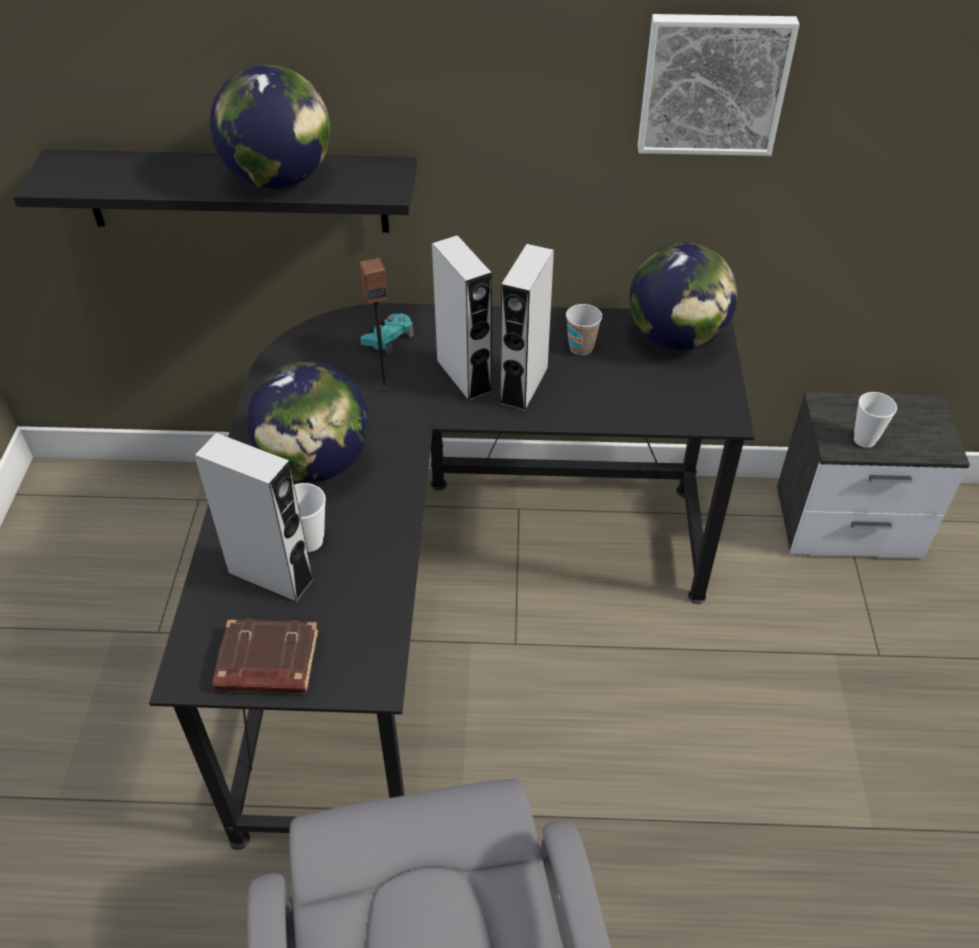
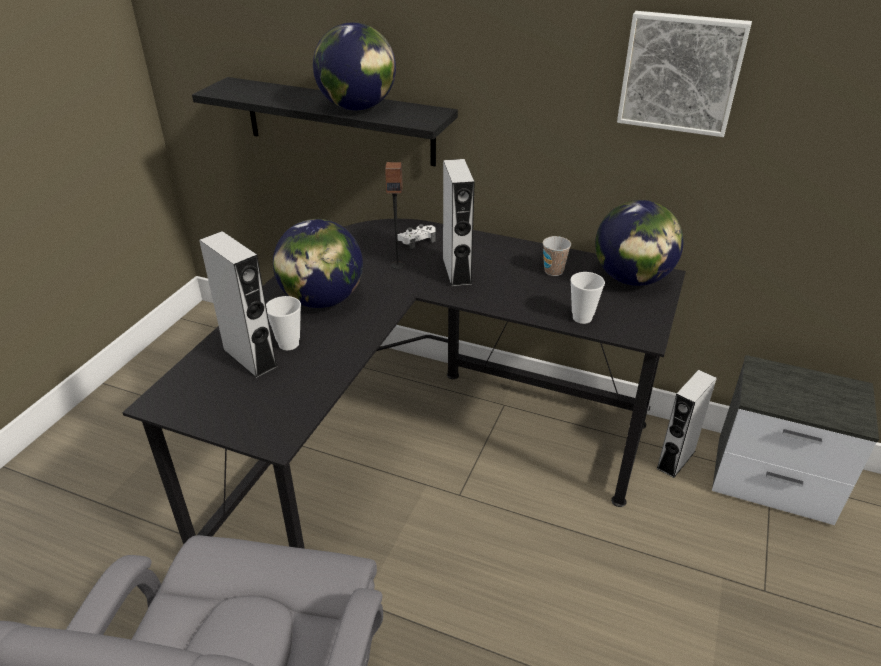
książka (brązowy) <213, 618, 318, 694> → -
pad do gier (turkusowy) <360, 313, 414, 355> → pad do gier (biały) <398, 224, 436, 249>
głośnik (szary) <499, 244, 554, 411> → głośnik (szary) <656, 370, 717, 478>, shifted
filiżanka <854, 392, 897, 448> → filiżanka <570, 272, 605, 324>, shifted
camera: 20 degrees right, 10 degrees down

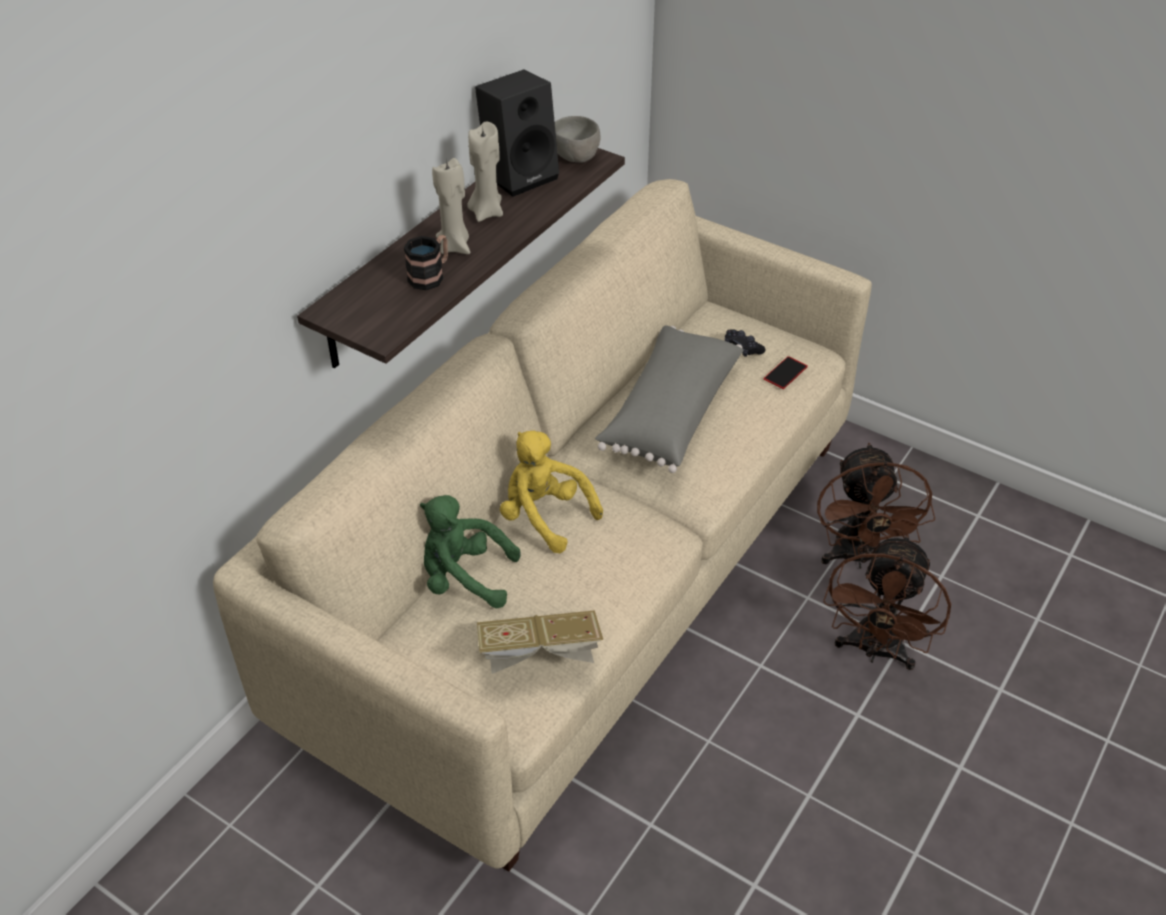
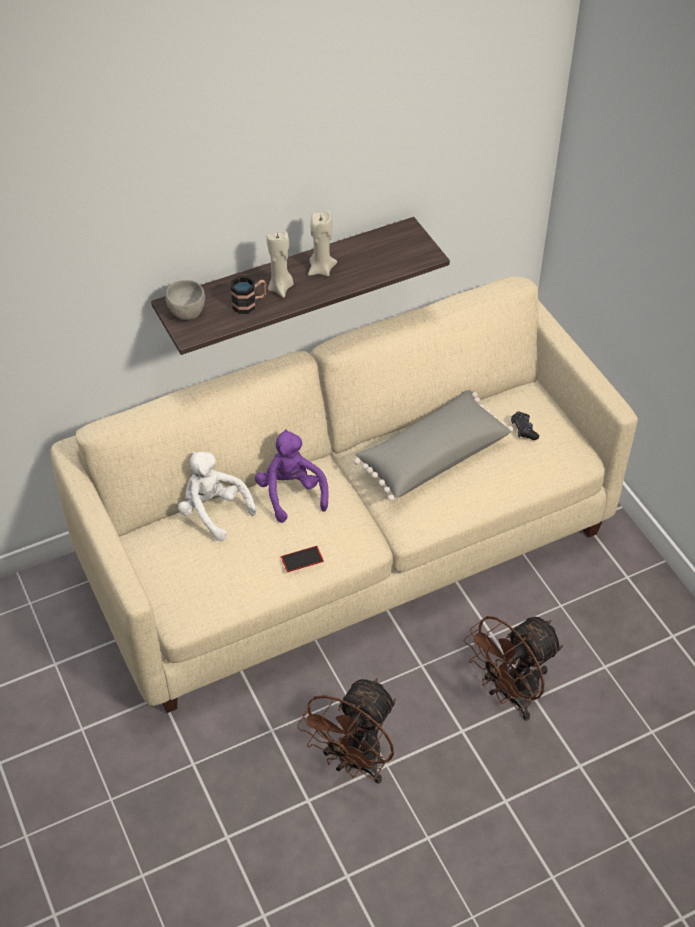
pluszak (zielony) <420, 495, 521, 609> → pluszak (biały) <178, 451, 256, 541>
głośnik (czarny) <475, 70, 559, 197> → -
książka <477, 610, 603, 674> → -
pluszak (żółty) <500, 430, 603, 553> → pluszak (fioletowy) <255, 429, 329, 523>
miska (szary) <555, 116, 600, 163> → miska (szary) <165, 280, 205, 320>, shifted
telefon <764, 356, 808, 389> → telefon <281, 546, 324, 572>, shifted
wentylator (brązowy) <817, 443, 935, 569> → wentylator (brązowy) <297, 678, 396, 784>, shifted
camera: 30 degrees right, 5 degrees up

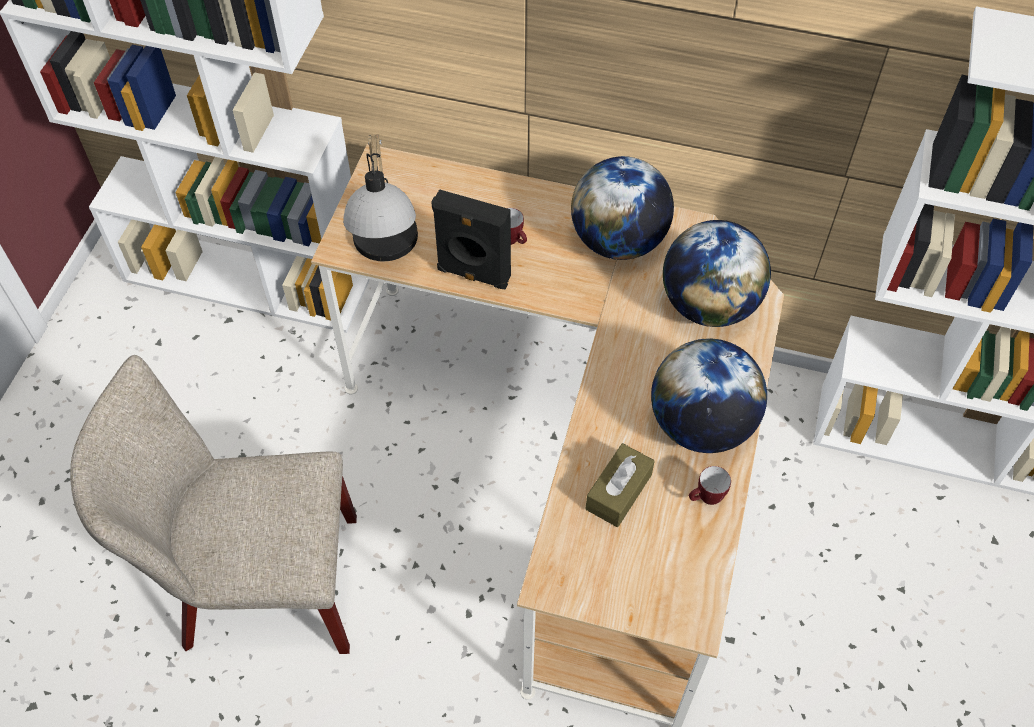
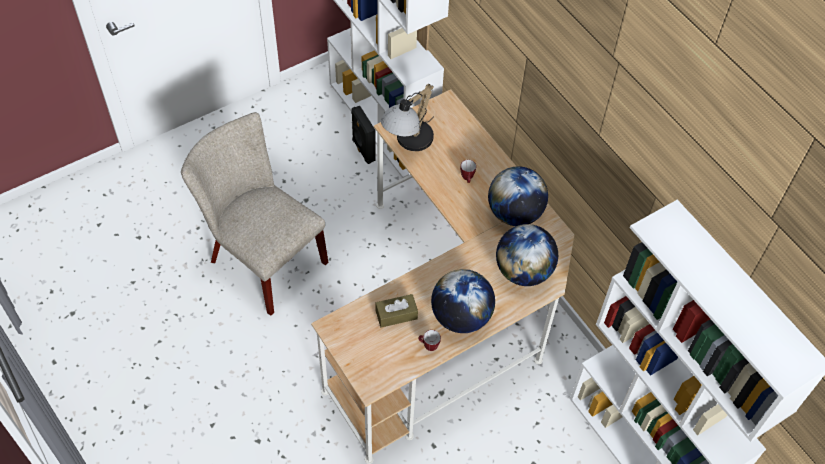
głośnik (czarny) <431, 189, 511, 289> → głośnik (czarny) <351, 106, 376, 164>, shifted
camera: 40 degrees right, 0 degrees up

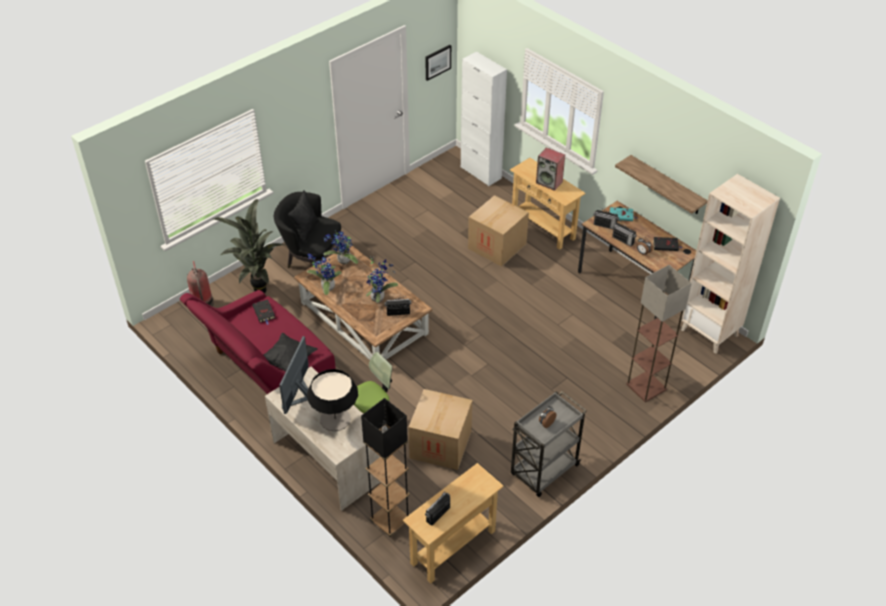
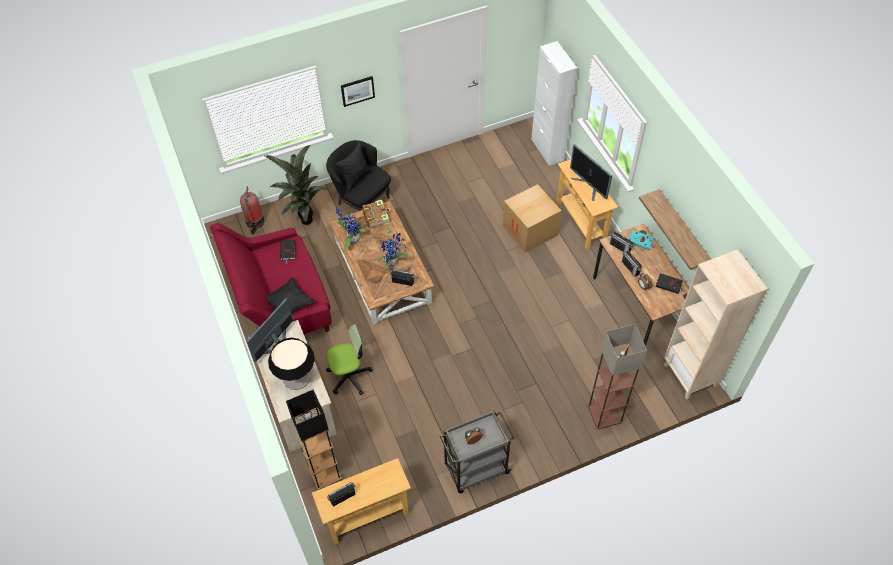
roślina doniczkowa <323, 230, 358, 264> → książka <362, 200, 390, 228>
karton <408, 389, 472, 470> → -
obraz <425, 45, 451, 81> → obraz <341, 76, 375, 107>, shifted
głośnik <536, 147, 565, 191> → monitor <570, 144, 612, 201>
camera: 20 degrees right, 10 degrees up

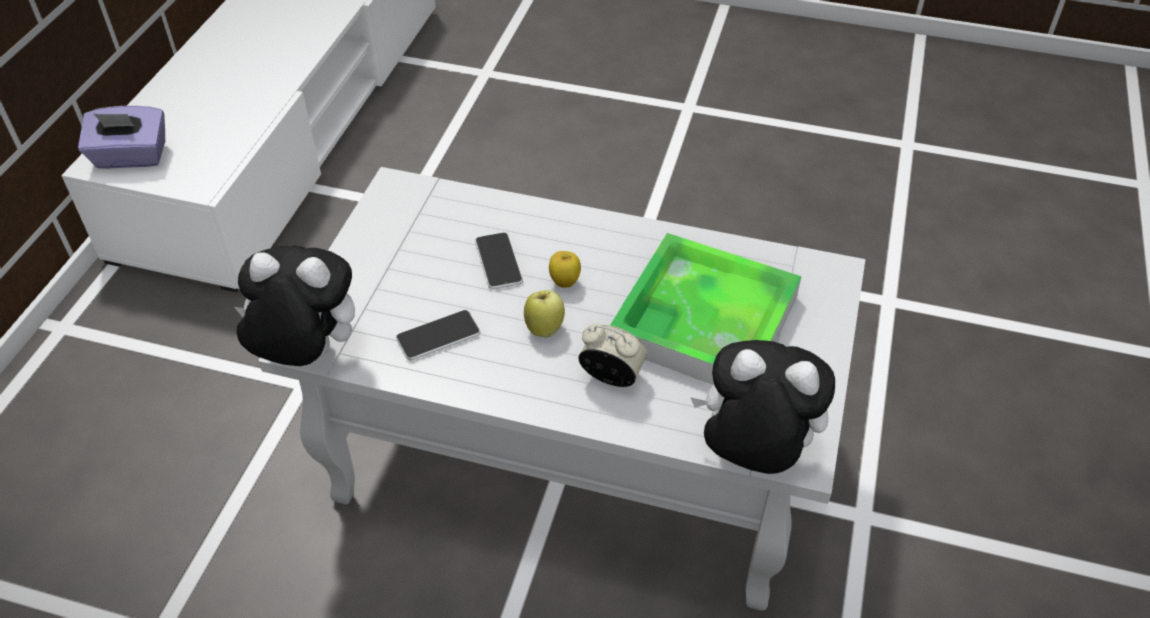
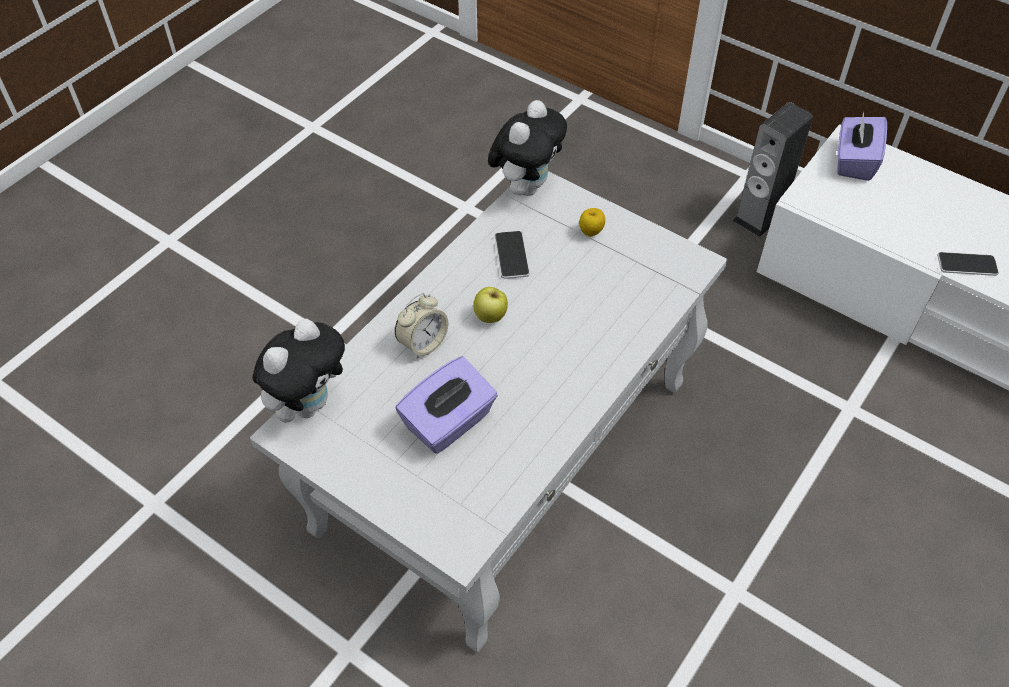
telefon <475, 232, 523, 289> → telefon <937, 252, 999, 276>, shifted
jabłko <549, 251, 581, 288> → jabłko <579, 208, 605, 237>, shifted
taca <610, 233, 802, 384> → pudełko chusteczek (fioletowy) <396, 356, 498, 454>
- → głośnik <732, 102, 813, 237>
camera: 110 degrees right, 5 degrees up

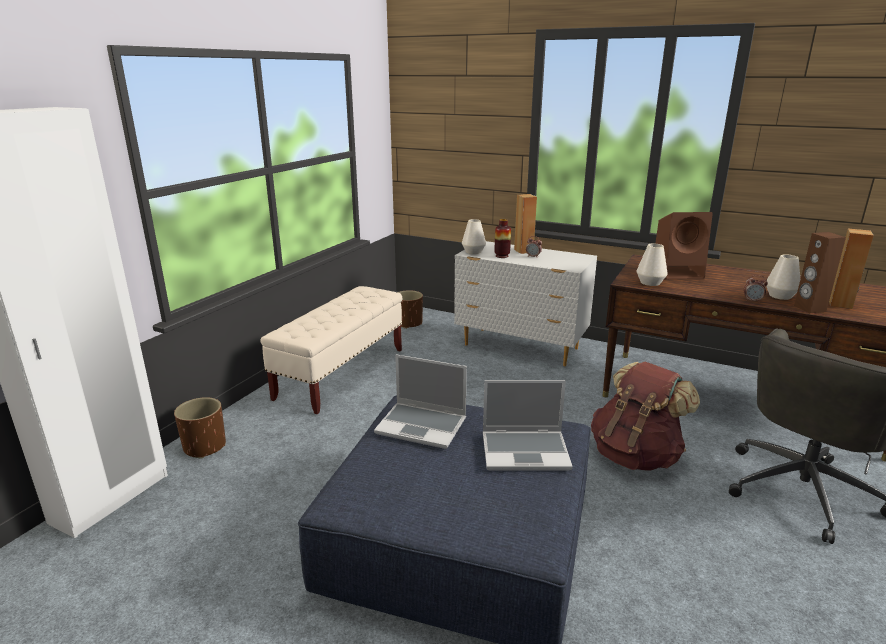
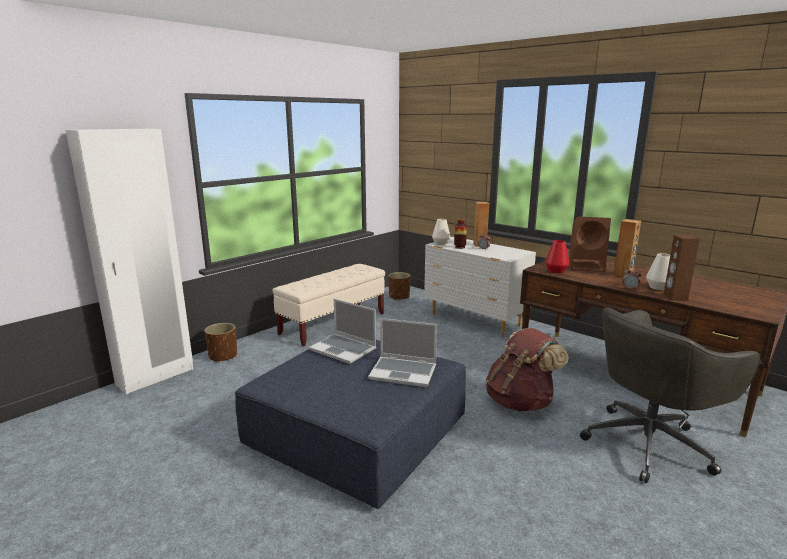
wazon (biały) <636, 244, 668, 286> → wazon (czerwony) <545, 240, 570, 273>
głośnik (brązowy) <829, 229, 874, 309> → głośnik (brązowy) <614, 219, 641, 277>, shifted
camera: 15 degrees right, 5 degrees down

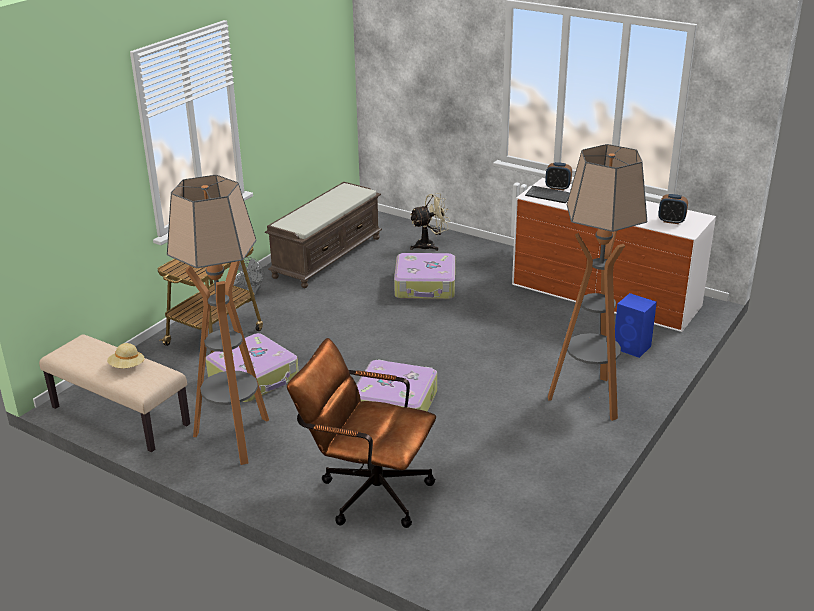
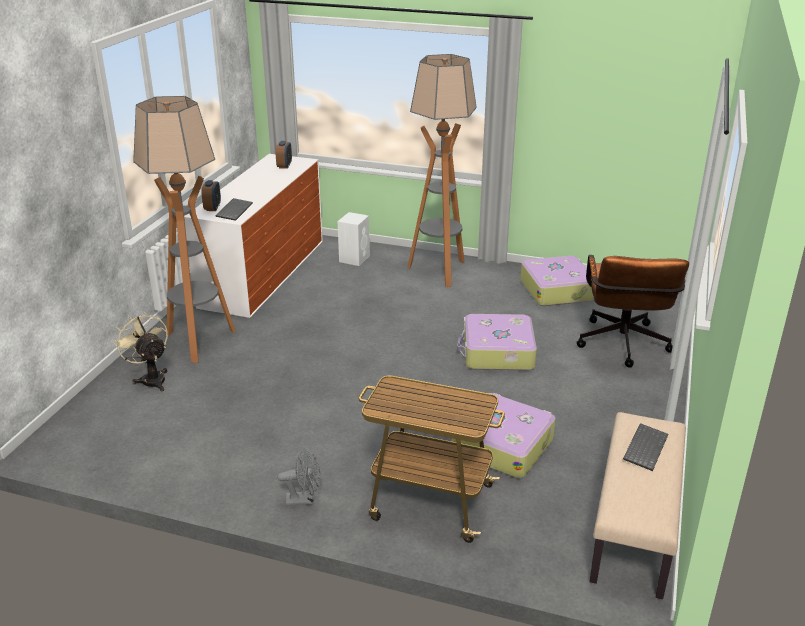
kapelusz (beżowy) <107, 343, 145, 368> → klawiatura <623, 423, 668, 471>
lampa stojąca <167, 175, 269, 465> → lampa stojąca <133, 96, 236, 363>, shifted
ławka (brązowy) <265, 182, 382, 288> → -
walizka <394, 253, 455, 299> → walizka <520, 256, 594, 306>, shifted
głośnik (niebieski) <615, 293, 657, 358> → głośnik (biały) <337, 212, 370, 266>
camera: 105 degrees left, 0 degrees up

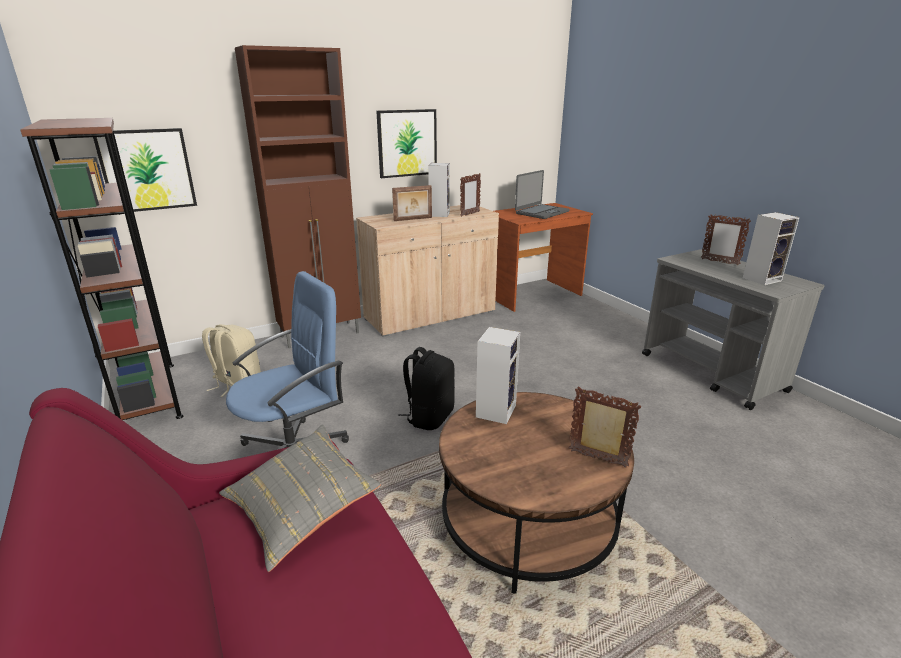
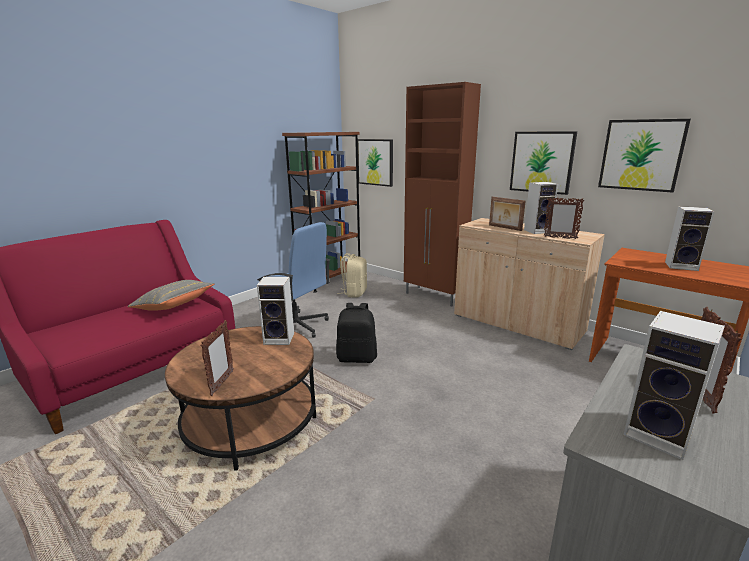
laptop <515, 170, 570, 219> → głośnik <665, 206, 714, 271>
- → obraz <598, 119, 691, 193>
camera: 70 degrees right, 5 degrees down

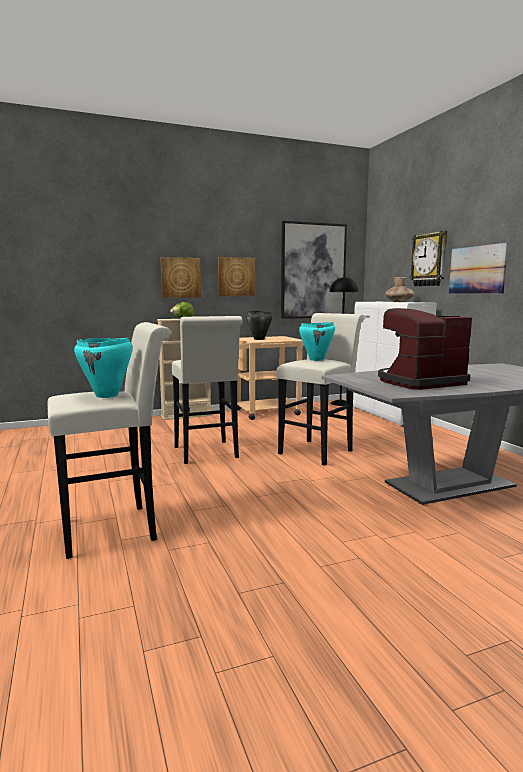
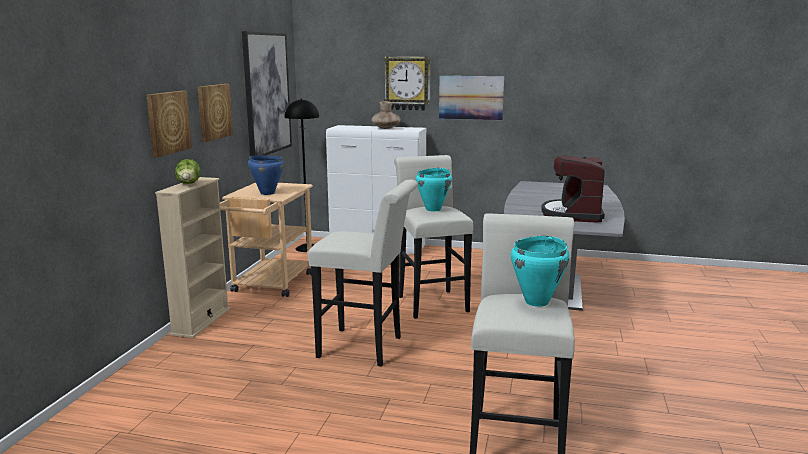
garnek (czarny) <246, 310, 272, 340> → garnek (niebieski) <248, 155, 284, 195>
camera: 55 degrees left, 5 degrees up

